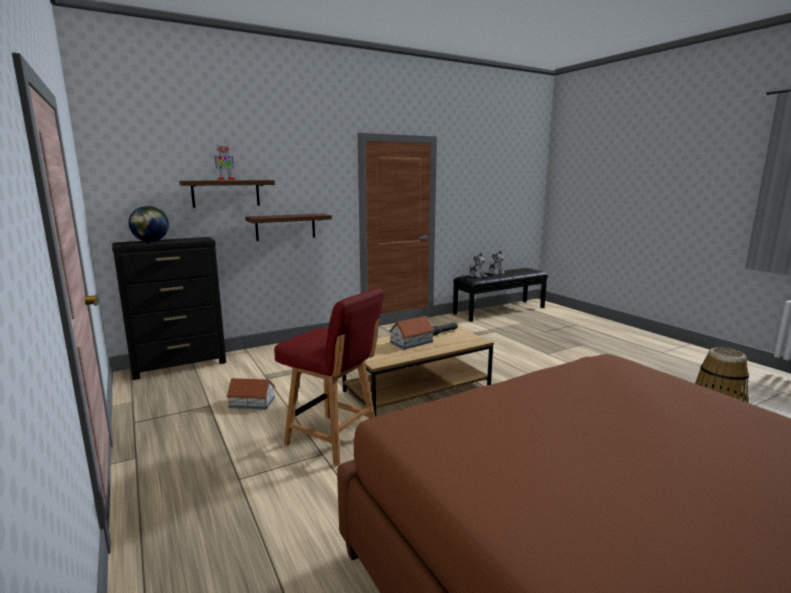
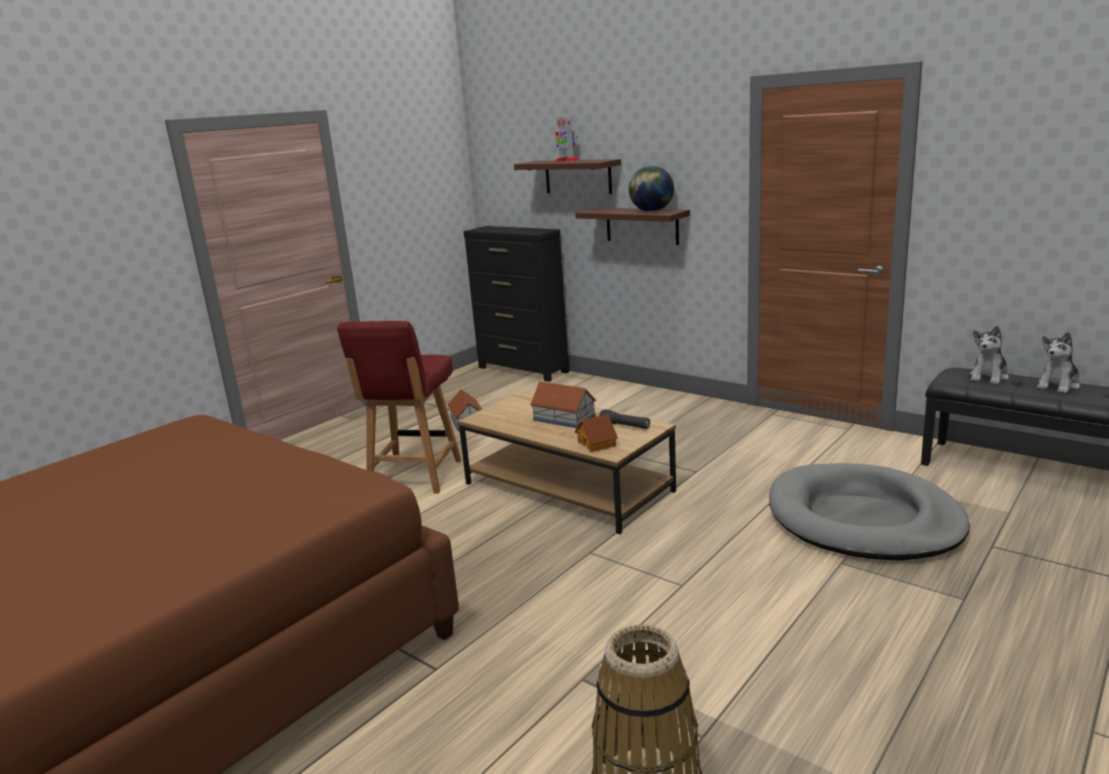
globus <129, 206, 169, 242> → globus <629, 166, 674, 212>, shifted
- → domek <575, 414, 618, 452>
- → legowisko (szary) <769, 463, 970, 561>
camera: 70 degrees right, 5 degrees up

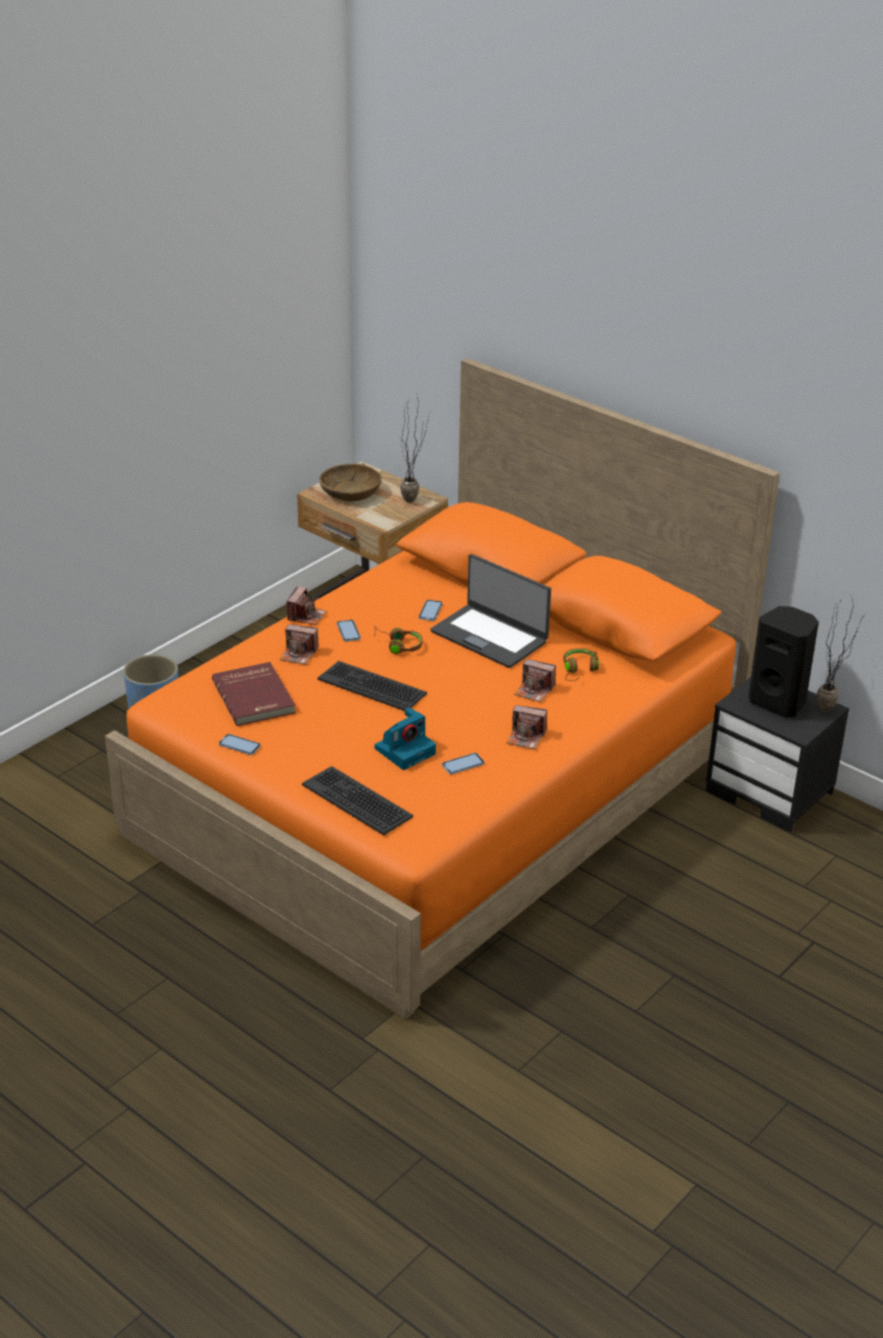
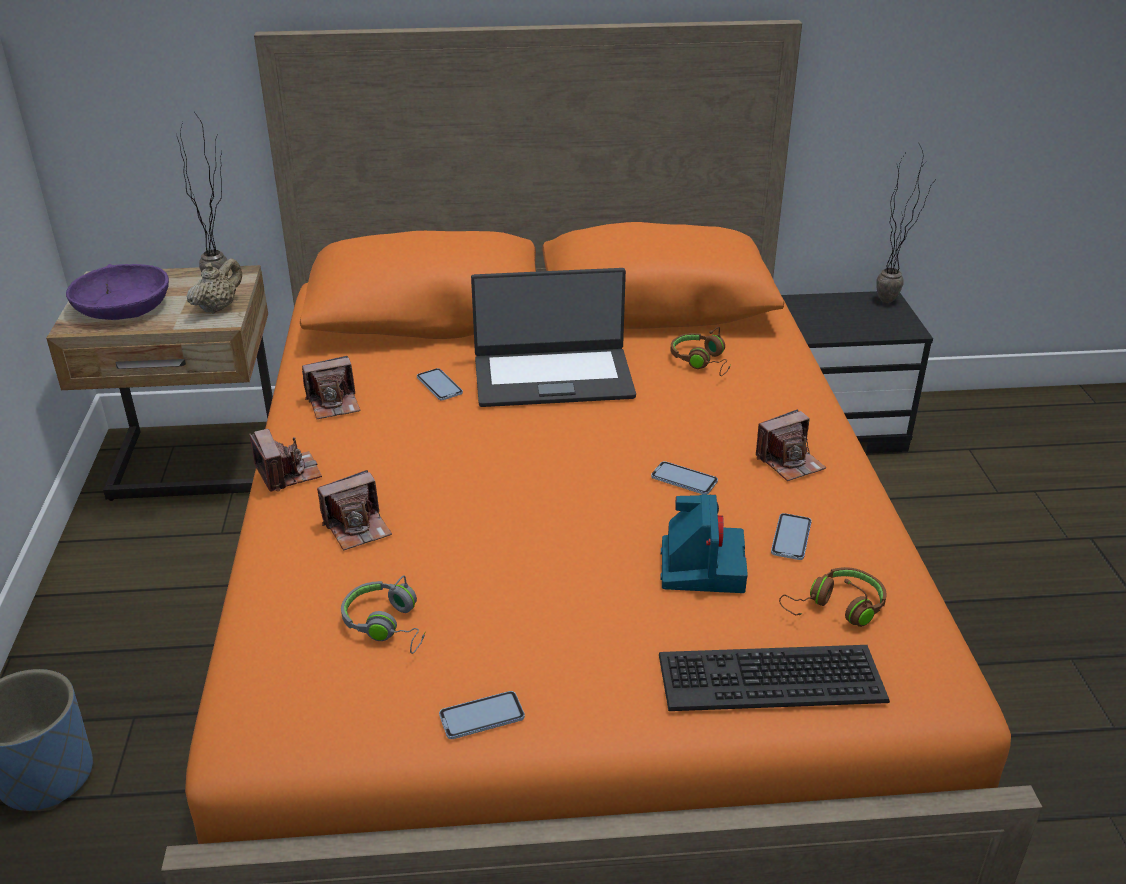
książka (czerwony) <212, 662, 296, 726> → słuchawki (szary) <341, 576, 426, 654>
klawiatura <317, 661, 427, 711> → -
miska (brązowy) <319, 463, 382, 501> → miska (fioletowy) <66, 264, 169, 320>
telefon <337, 620, 361, 642> → telefon <651, 461, 718, 495>, shifted
słuchawki (brązowy) <374, 628, 422, 654> → słuchawki (brązowy) <779, 567, 886, 627>, shifted
aparat fotograficzny <514, 659, 556, 702> → aparat fotograficzny <302, 356, 360, 419>, shifted
głośnik (czarny) <748, 606, 819, 718> → -
- → imbryk (beżowy) <187, 258, 242, 314>
camera: 45 degrees left, 0 degrees up

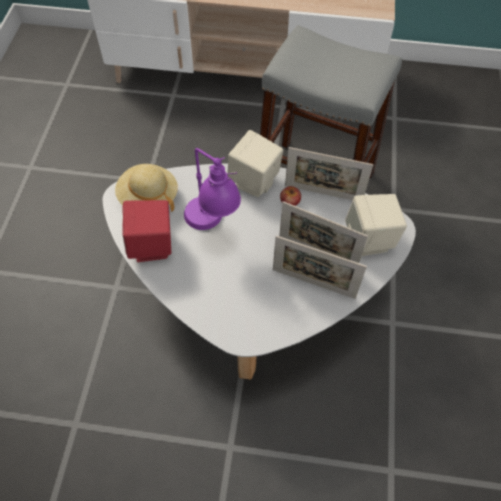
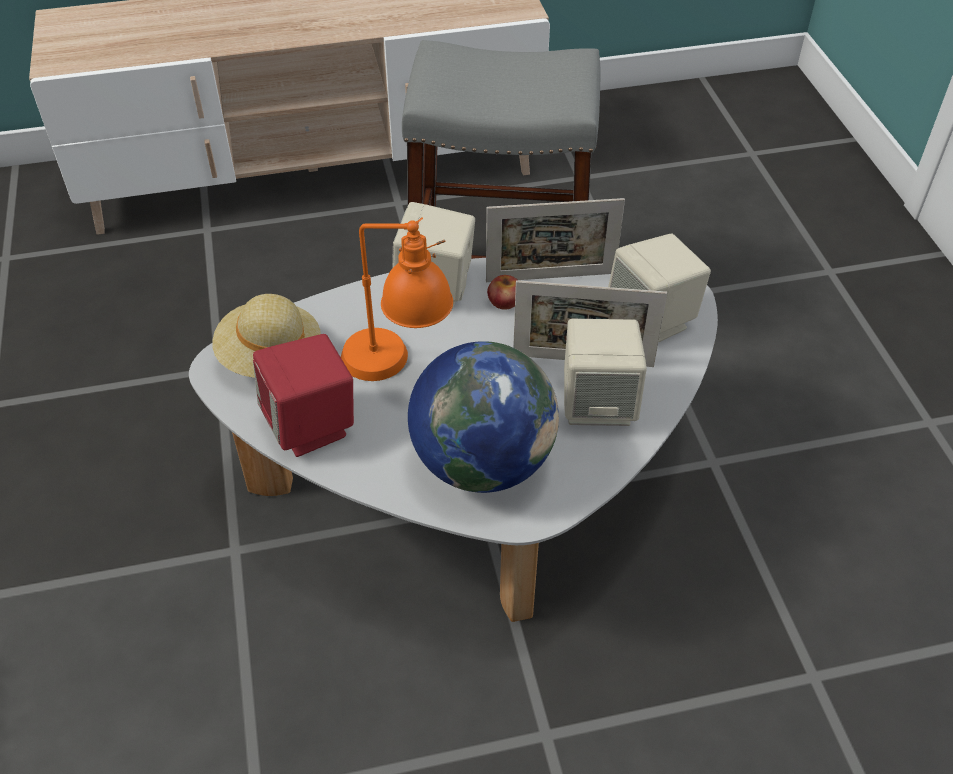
lampa stołowa (fioletowy) <184, 148, 241, 230> → lampa stołowa (pomarańczowy) <341, 217, 453, 381>
ramka na zdjęcie <273, 235, 367, 299> → głośnik (beżowy) <564, 318, 647, 426>
- → globus <408, 341, 559, 493>
camera: 20 degrees left, 10 degrees down

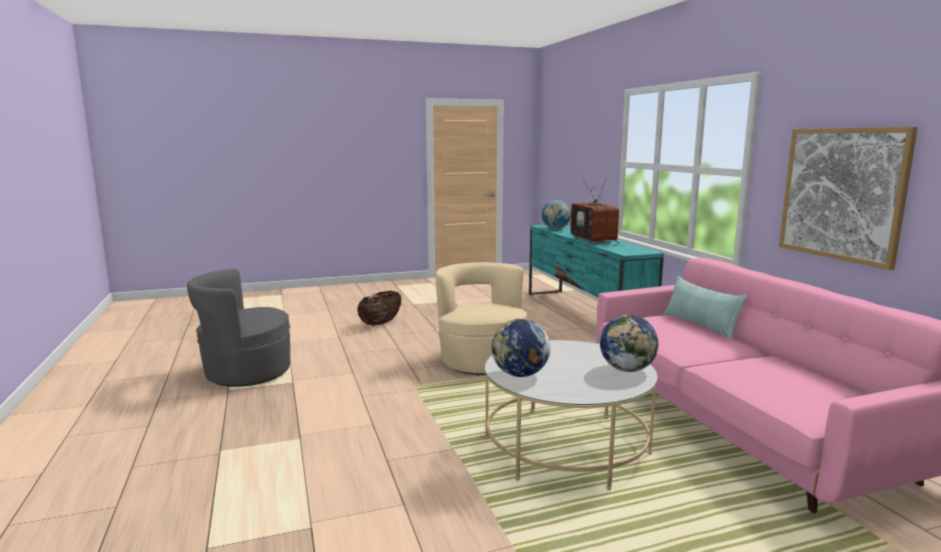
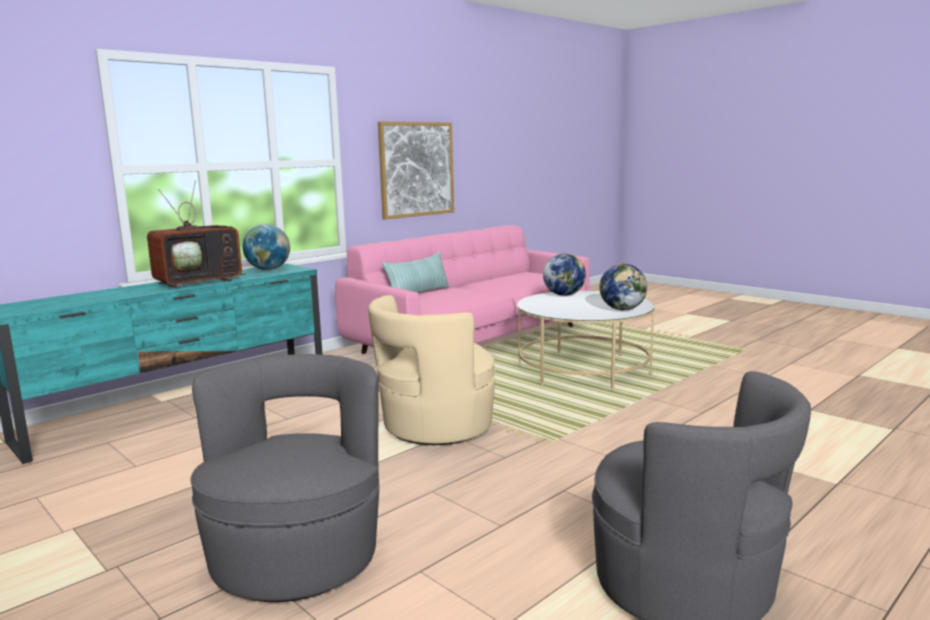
koszyk <357, 291, 402, 326> → fotel (szary) <191, 354, 380, 602>
globus <542, 200, 571, 229> → globus <243, 224, 290, 270>, shifted
camera: 115 degrees left, 0 degrees up

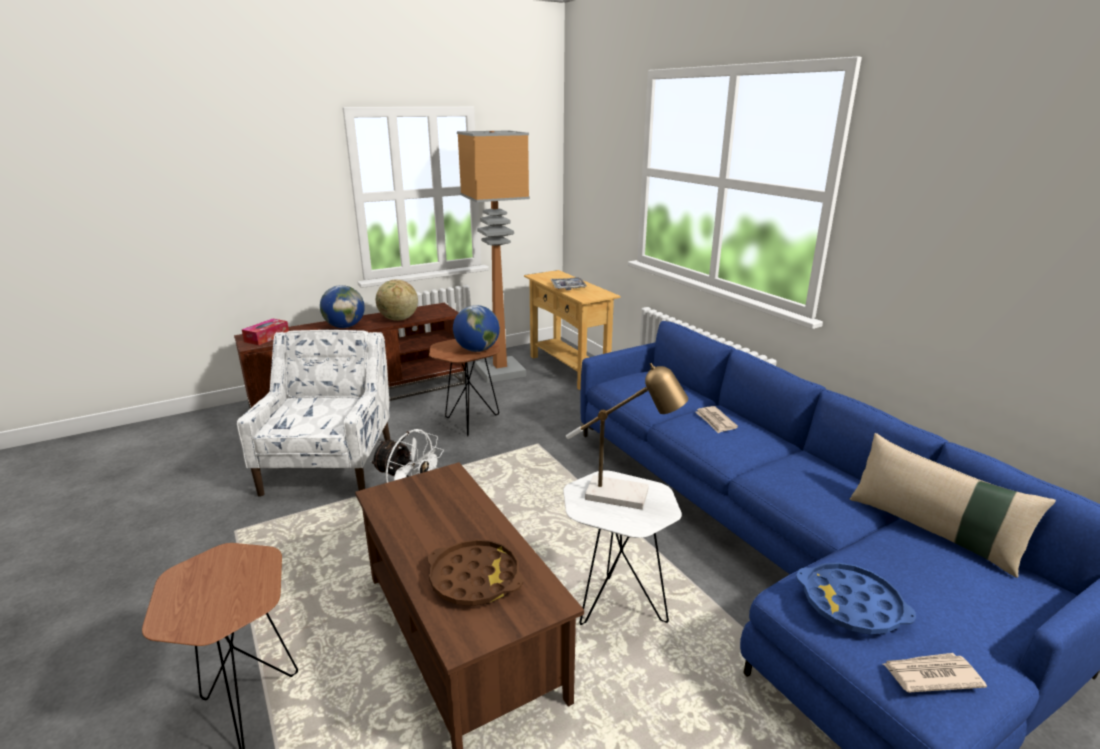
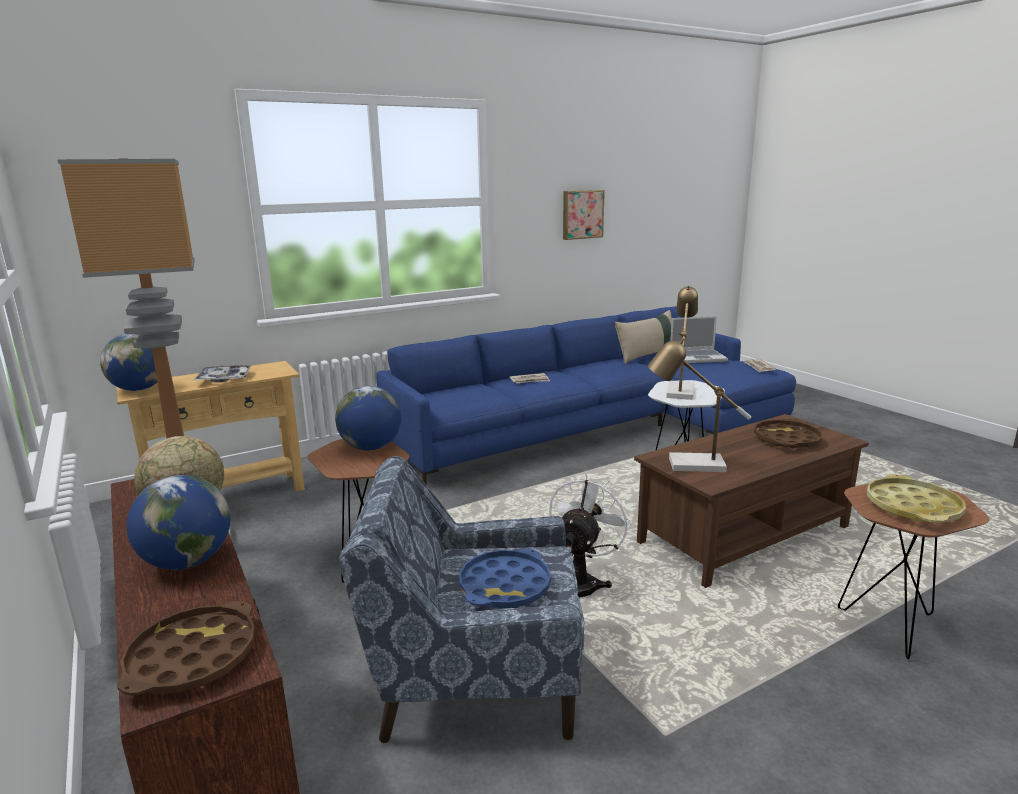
fotel (biały) <237, 330, 390, 496> → fotel (niebieski) <339, 456, 585, 743>
pudełko chusteczek <242, 319, 289, 345> → taca (brązowy) <117, 601, 256, 696>
taca (niebieski) <796, 562, 916, 634> → taca (niebieski) <459, 548, 551, 608>, shifted
- → globus <100, 334, 157, 391>
- → obraz <563, 190, 605, 240>
- → lampa stołowa <648, 338, 751, 472>
- → laptop <670, 316, 728, 363>
- → taca (żółty) <867, 474, 966, 523>
camera: 90 degrees left, 5 degrees down

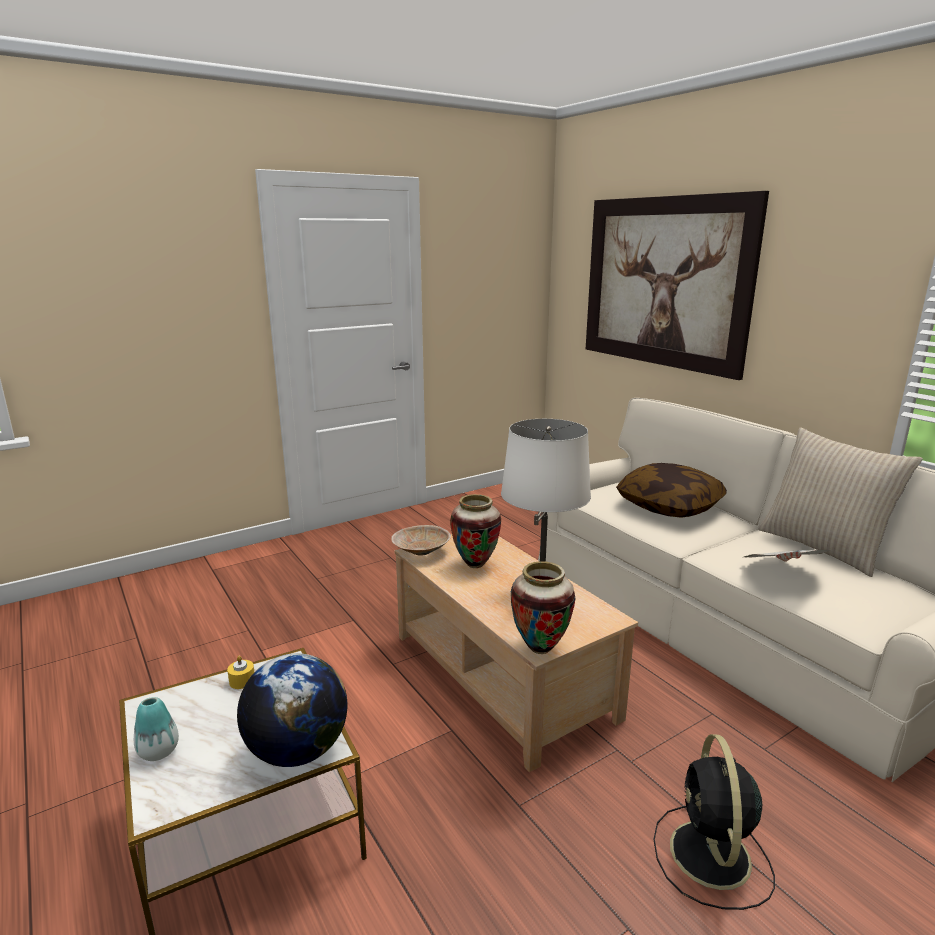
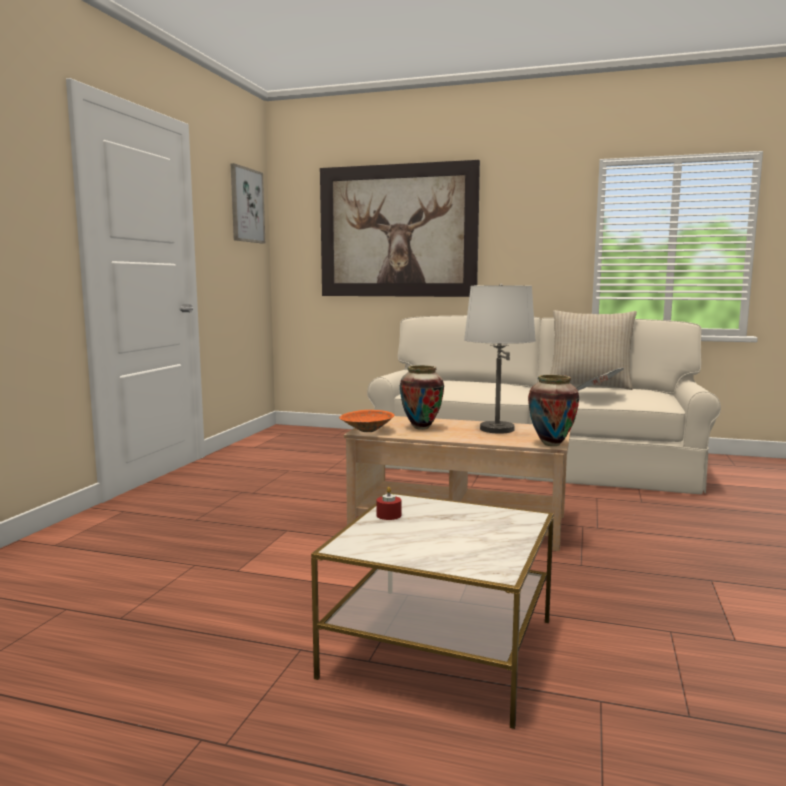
wazon <134, 697, 179, 761> → -
świeca (żółty) <227, 656, 254, 689> → świeca (czerwony) <376, 487, 401, 520>
globus <237, 653, 347, 767> → -
miska (beżowy) <391, 525, 451, 556> → miska (pomarańczowy) <339, 410, 394, 432>
poduszka <616, 463, 727, 518> → -
wentylator (czarny) <653, 734, 775, 910> → -
- → obraz <231, 163, 265, 244>
camera: 40 degrees left, 10 degrees down

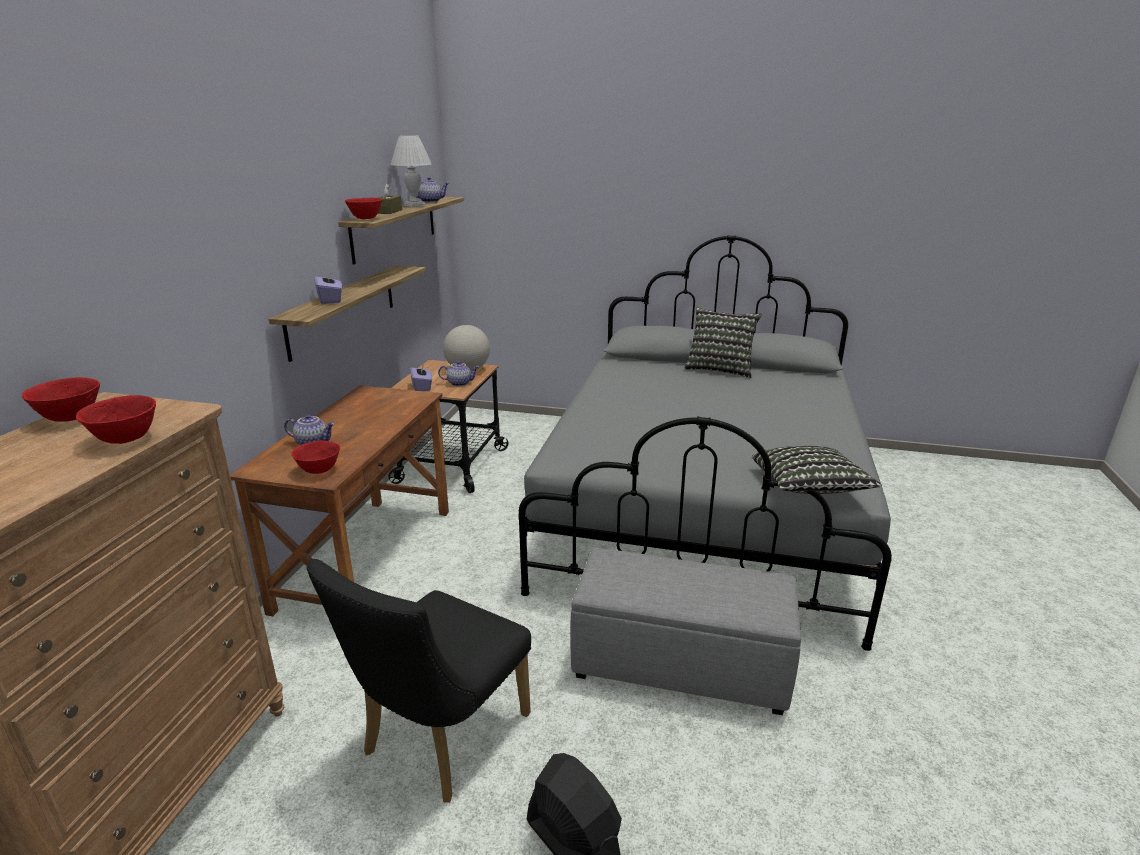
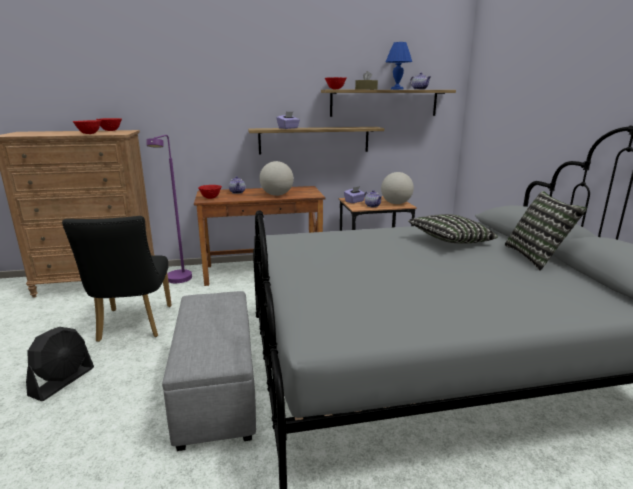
krzesło (czarny) <306, 559, 531, 803> → krzesło (czarny) <62, 216, 172, 342>, 105 degrees counterclockwise
lampa stołowa (biały) <391, 135, 432, 207> → lampa stołowa (niebieski) <386, 42, 412, 90>
poduszka <752, 446, 882, 494> → poduszka <408, 214, 498, 243>, shifted
- → lampa stojąca (fioletowy) <146, 135, 192, 283>
- → globus <259, 161, 294, 196>
camera: 65 degrees right, 5 degrees down

